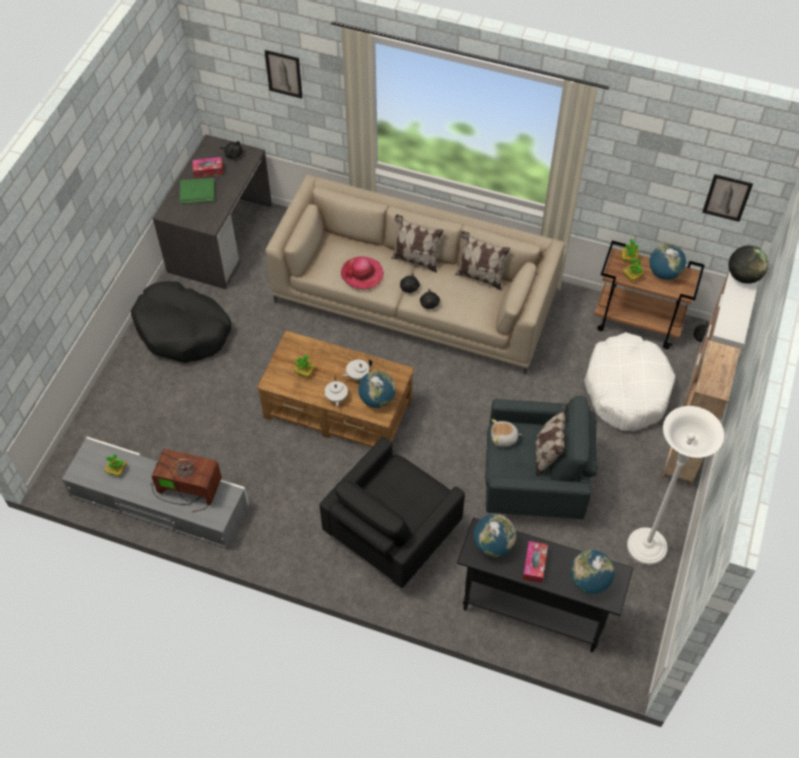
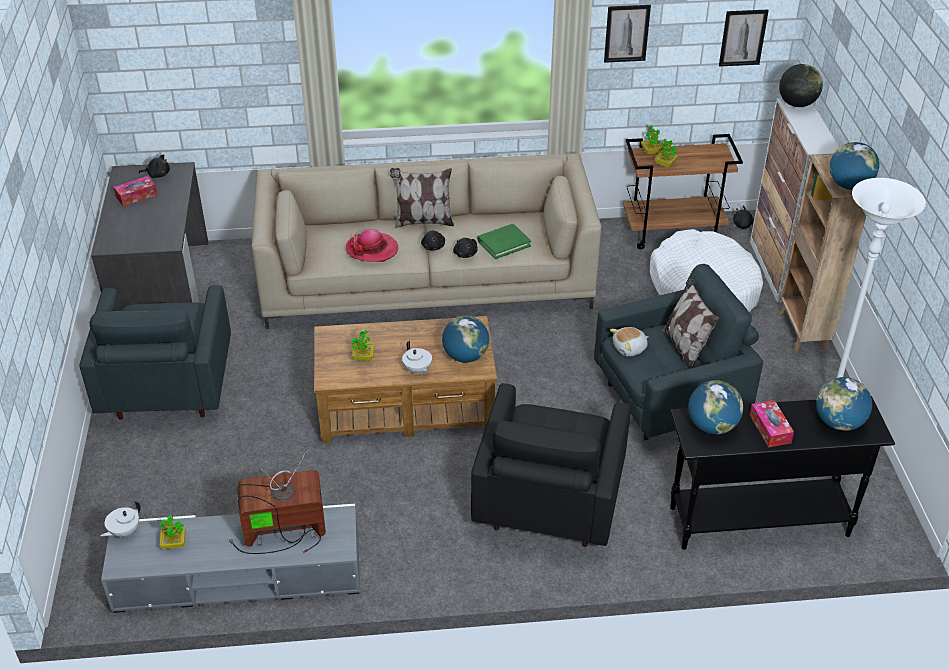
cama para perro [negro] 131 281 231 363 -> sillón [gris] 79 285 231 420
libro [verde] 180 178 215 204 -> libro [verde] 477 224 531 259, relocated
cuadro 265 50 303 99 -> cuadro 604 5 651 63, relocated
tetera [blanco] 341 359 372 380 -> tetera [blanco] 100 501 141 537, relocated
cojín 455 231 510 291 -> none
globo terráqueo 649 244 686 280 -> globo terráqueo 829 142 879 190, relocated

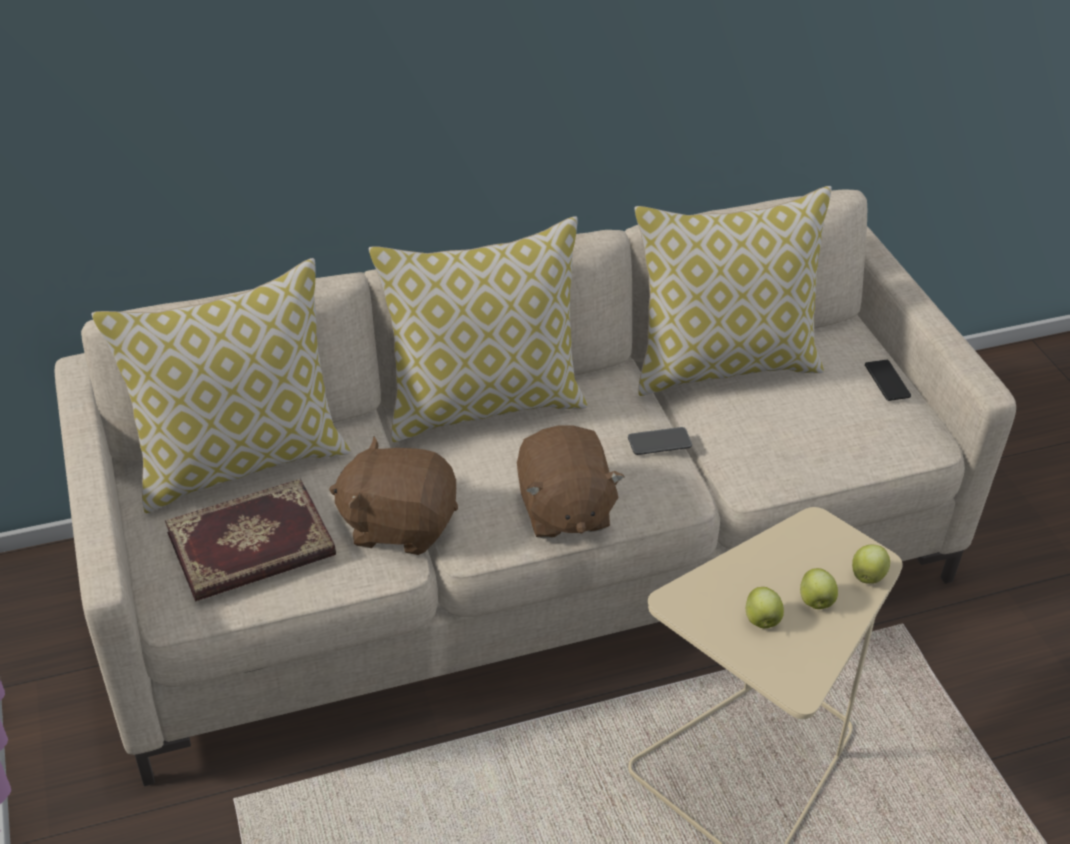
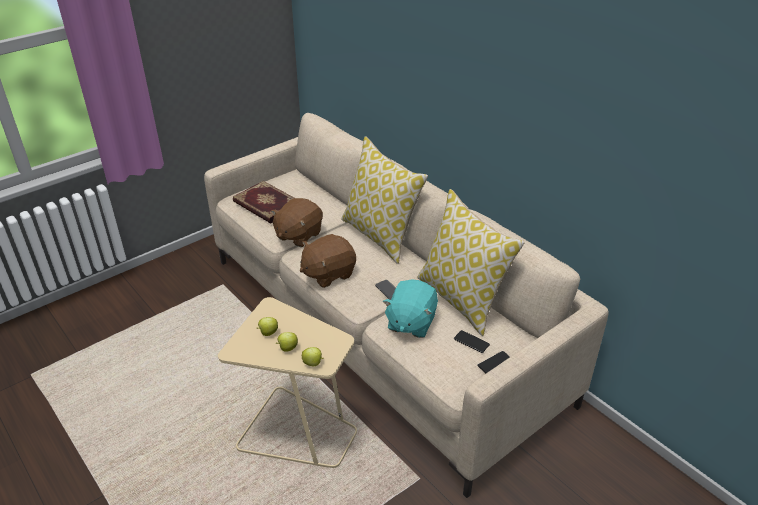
cojín 91 258 351 513 -> none
peluche [marrón] 329 437 458 555 -> peluche [marrón] 271 198 323 247, 135 degrees counterclockwise
none -> peluche [turquesa] 383 279 438 338
none -> móvil 454 330 490 353

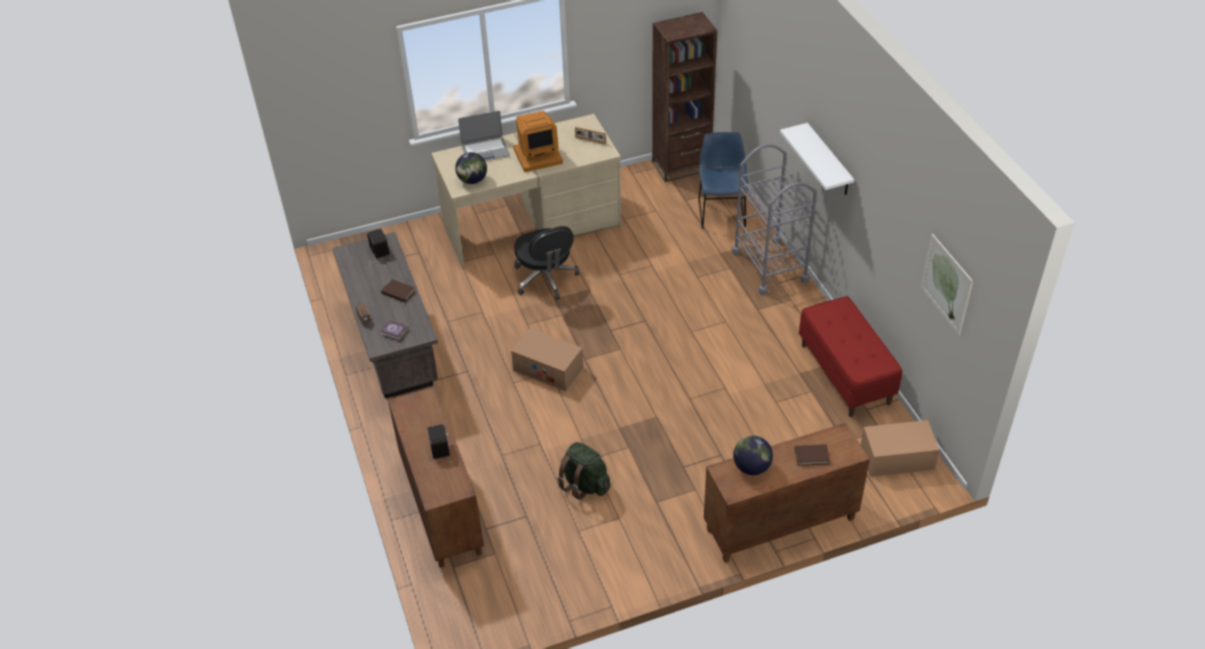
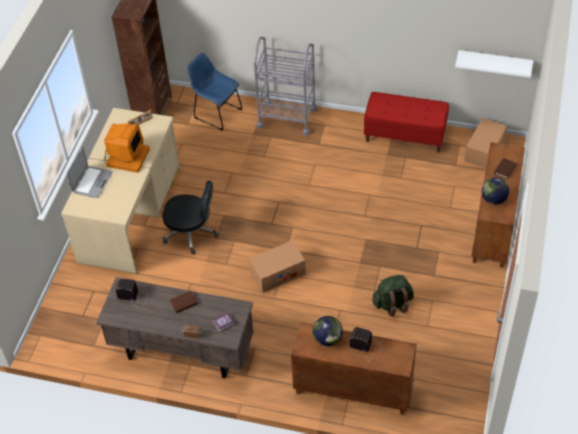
globo terráqueo 455 152 487 184 -> globo terráqueo 313 316 343 346, relocated
estante [blanco] 780 123 854 195 -> estante [blanco] 455 50 533 78, relocated
cuadro 920 234 973 336 -> none

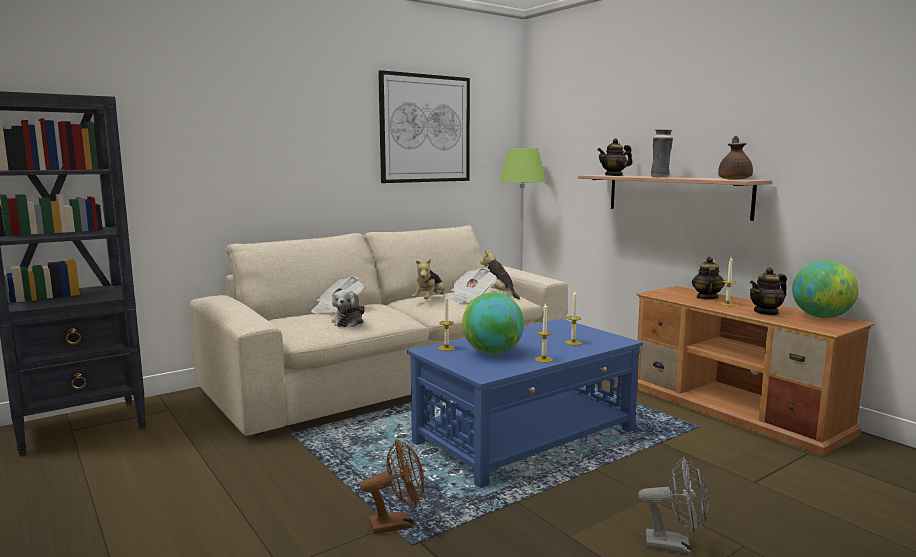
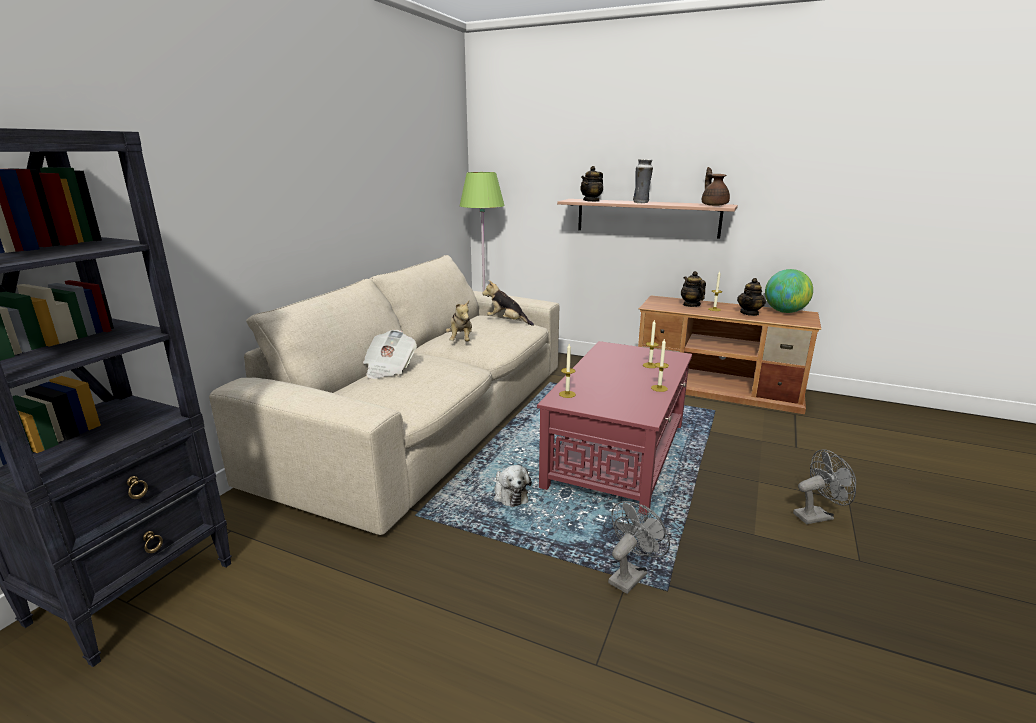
peluche 332 290 365 327 -> peluche 494 465 532 507, relocated
ventilador [marrón] 360 439 424 534 -> ventilador [gris] 608 501 670 594
cuadro 378 70 470 183 -> none
mesa de centro [azul] 407 319 643 488 -> mesa de centro [rojo] 537 341 692 515
periódico 449 268 497 302 -> none
globo terráqueo 462 292 524 354 -> none

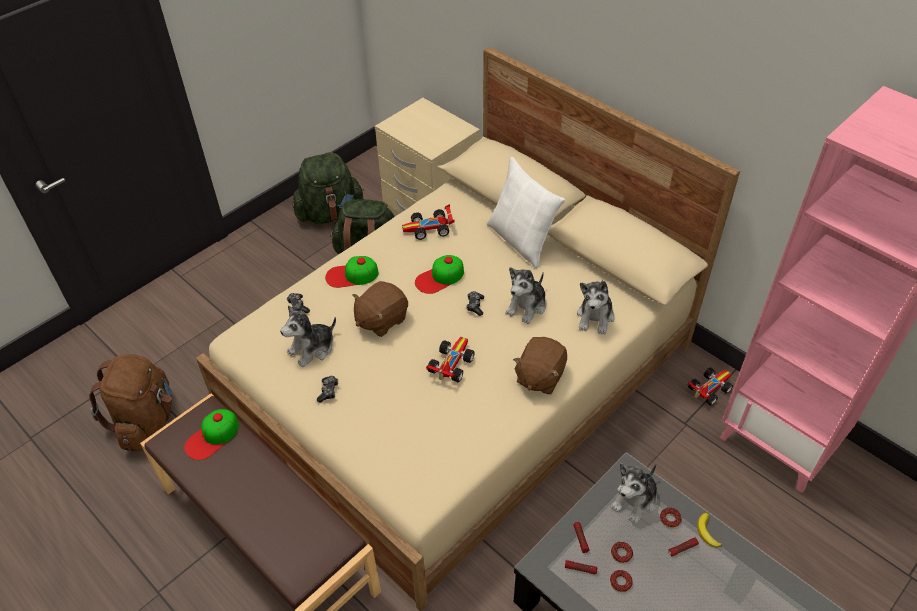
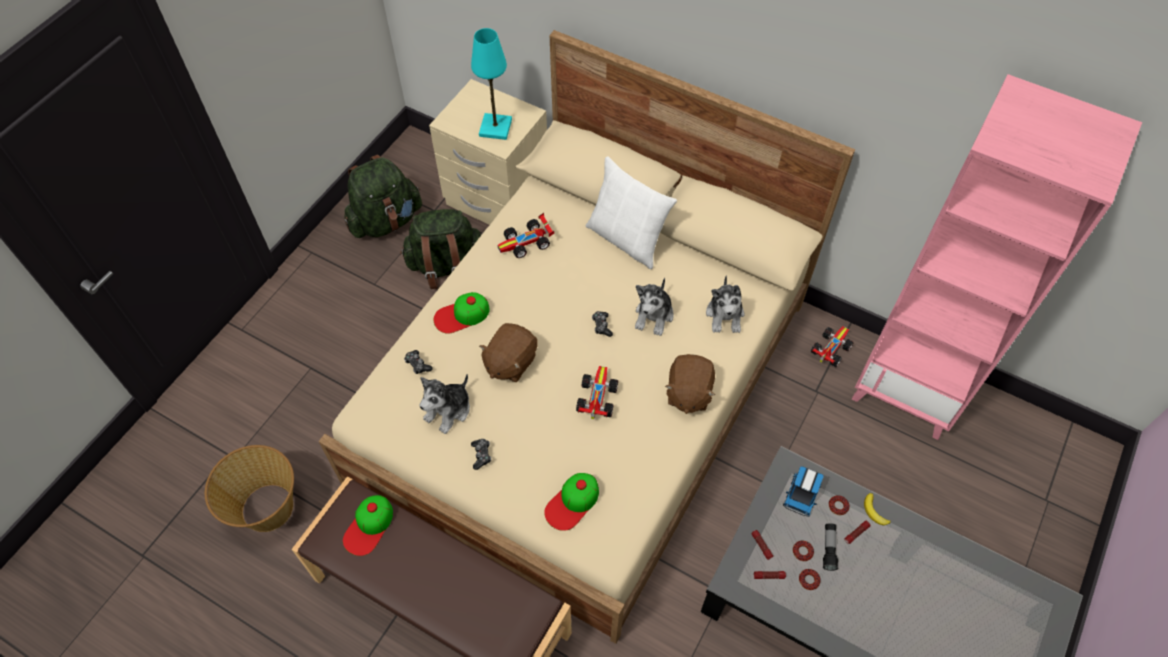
mochila [marrón] 89 354 172 451 -> cesta 205 445 294 532
gorra 415 255 464 294 -> gorra 544 473 599 531, relocated
peluche 611 463 657 524 -> camión de juguete 783 466 824 516
none -> lámpara de mesa [turquesa] 471 28 512 140
none -> linterna 823 523 838 571

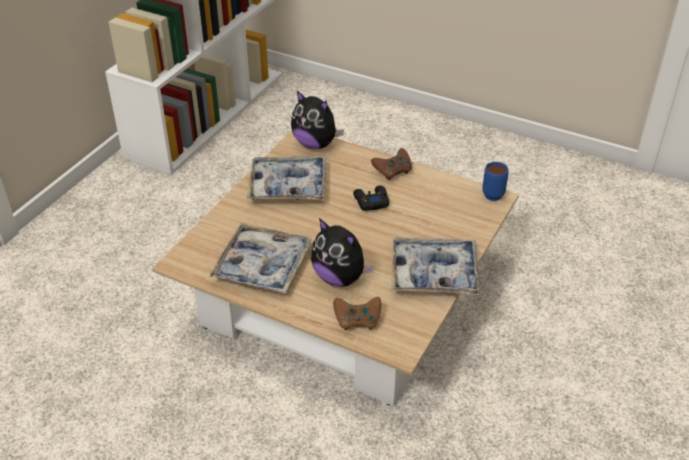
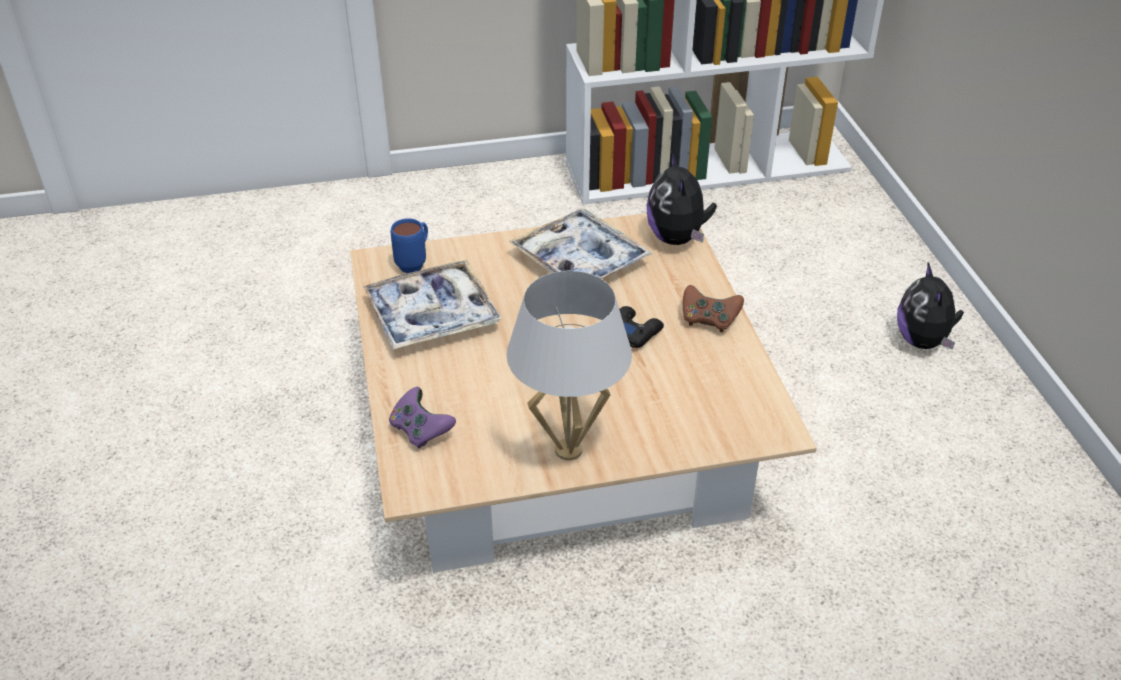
peluche 311 218 374 287 -> peluche 897 263 964 350, relocated
mando de consola [marrón] 333 297 381 330 -> mando de consola [morado] 389 387 456 449
bandeja 391 237 479 295 -> lámpara de mesa [blanco] 507 271 632 460
taza grande [azul] 482 162 509 201 -> taza grande [azul] 391 218 428 273, relocated

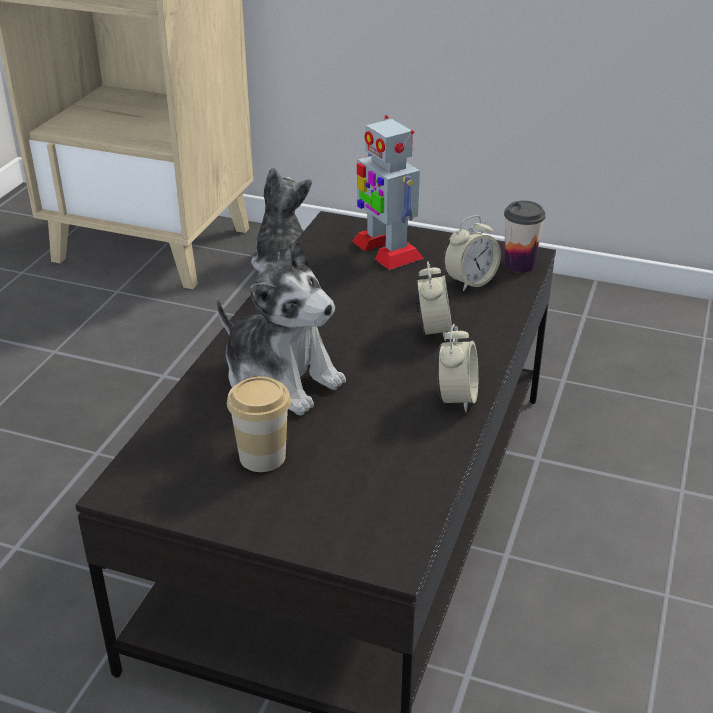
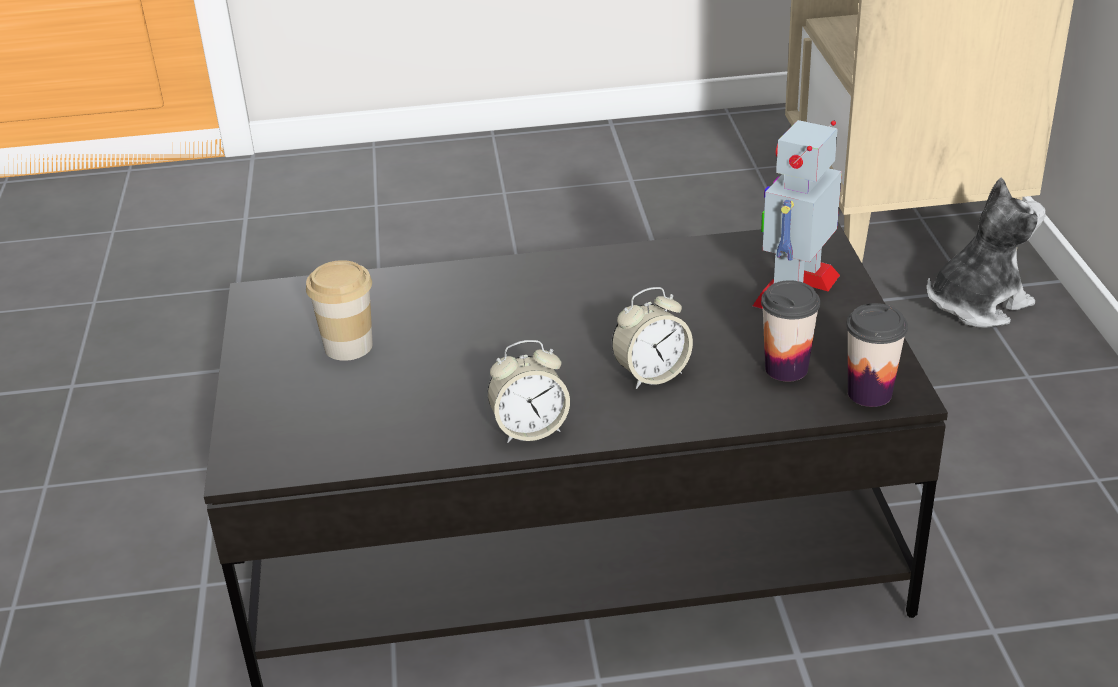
peluche 216 240 346 416 -> none
despertador 444 215 501 292 -> taza 761 280 820 382

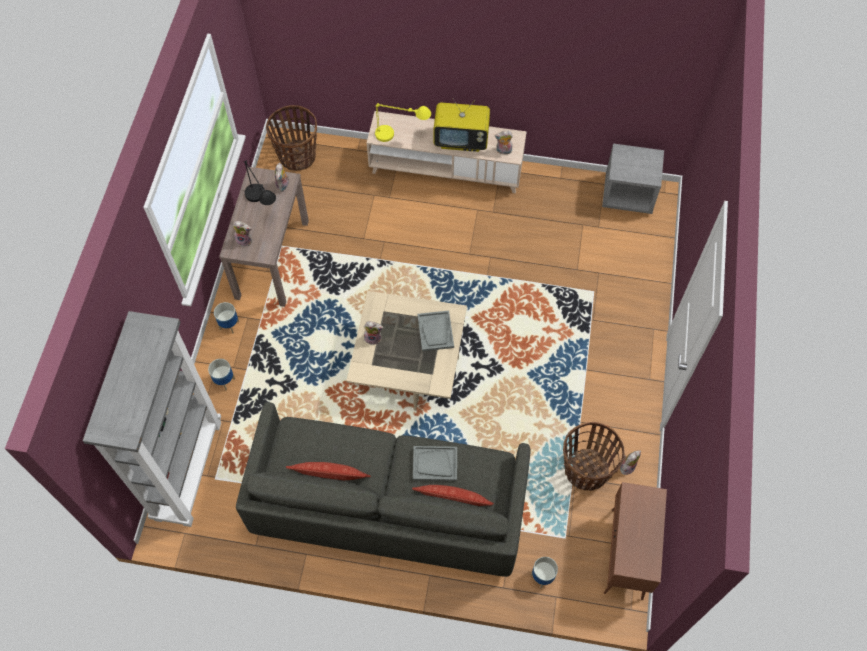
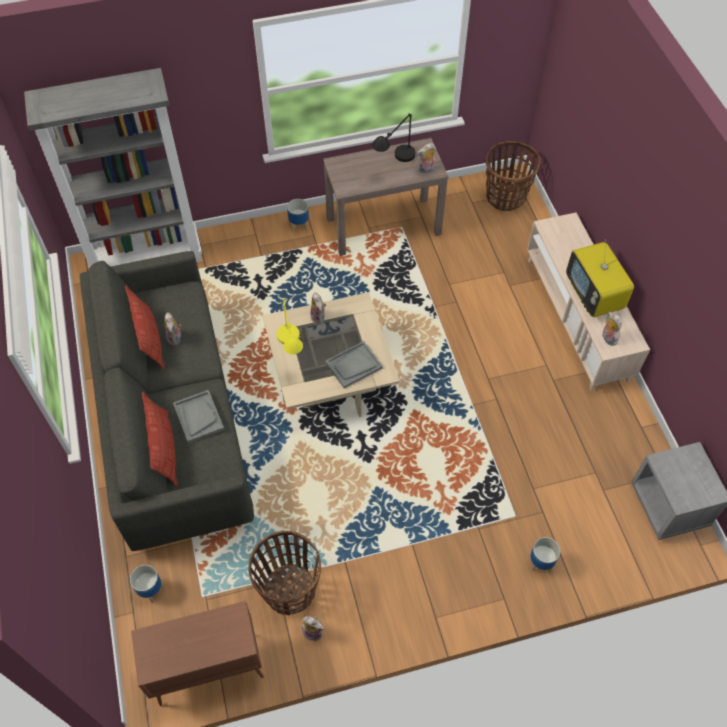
maceta 208 359 235 391 -> maceta 530 537 560 573, relocated
peluche 233 221 252 247 -> peluche 164 312 181 345, relocated
lámpara de mesa [amarillo] 375 103 431 142 -> lámpara de mesa [amarillo] 277 298 303 354, relocated

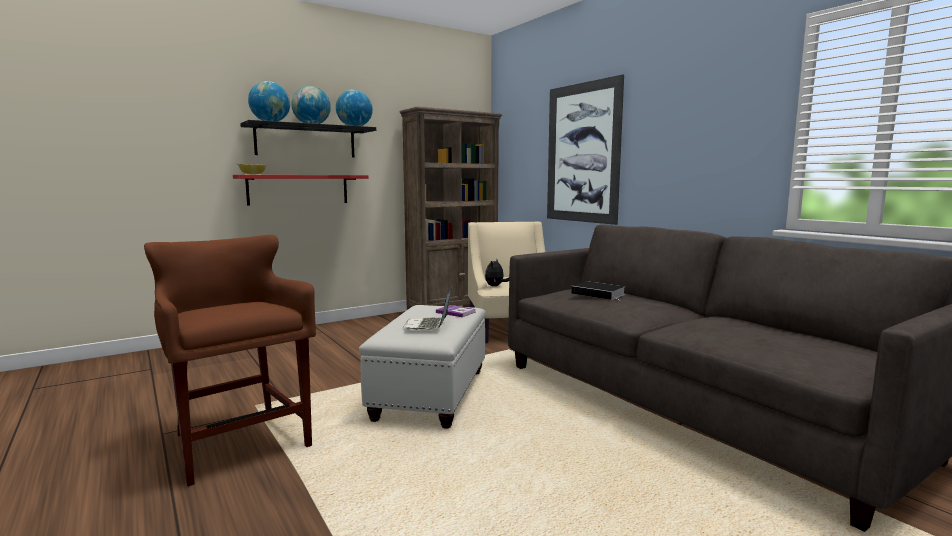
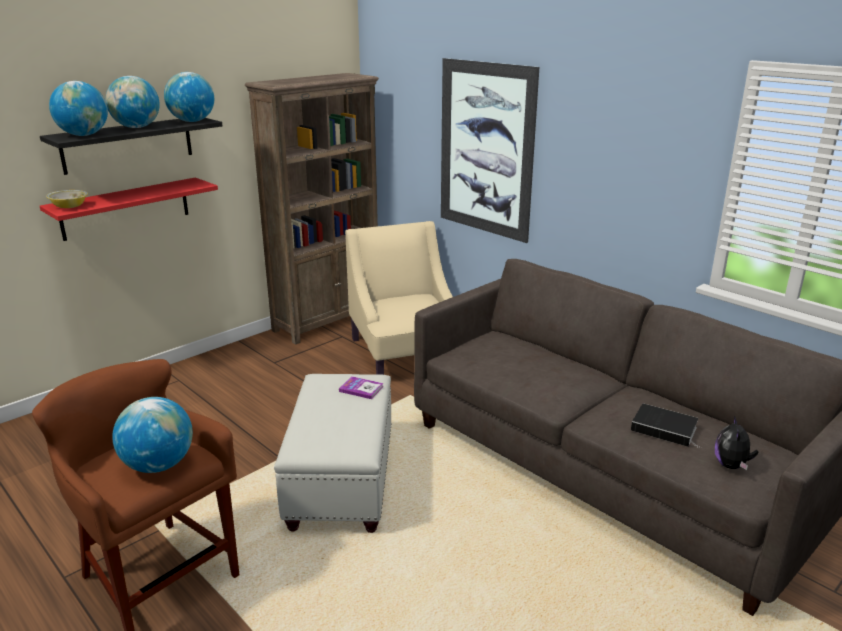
portátil 404 288 452 330 -> none
peluche 485 260 509 286 -> peluche 715 415 759 470, relocated
libro 571 281 625 300 -> libro 631 404 701 449, relocated
none -> globo terráqueo 112 397 193 473

